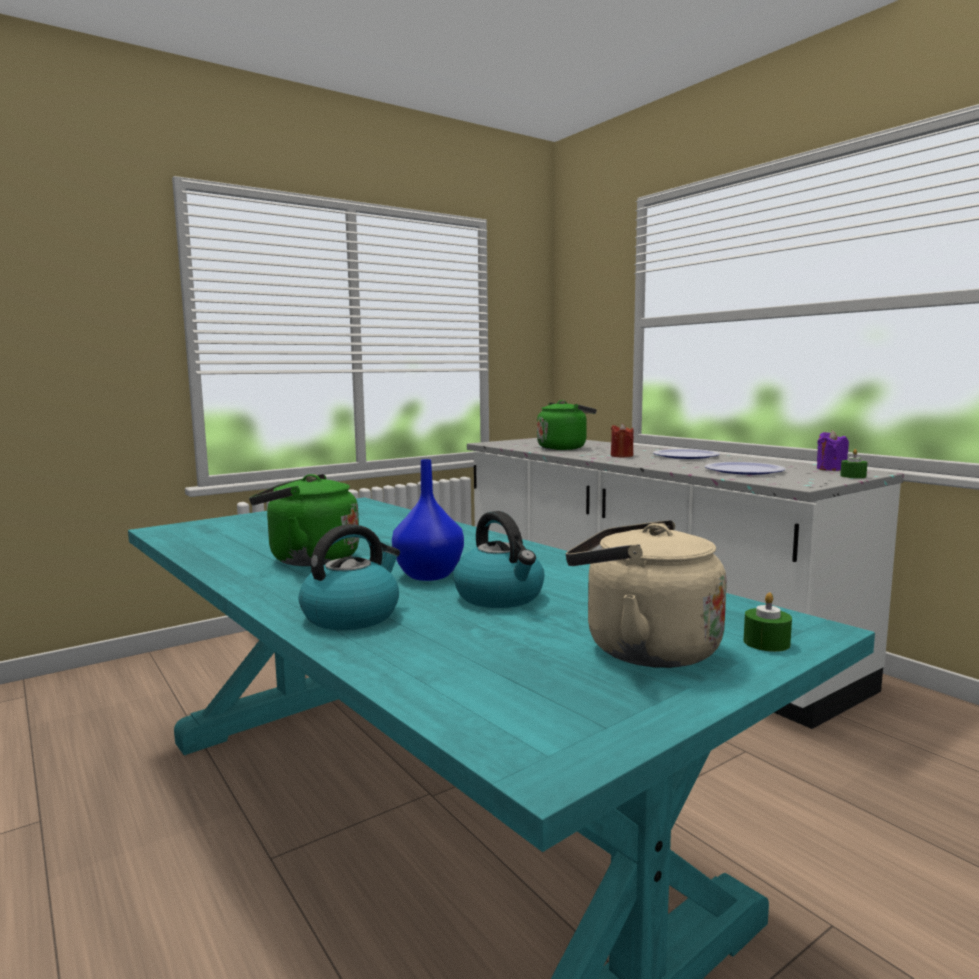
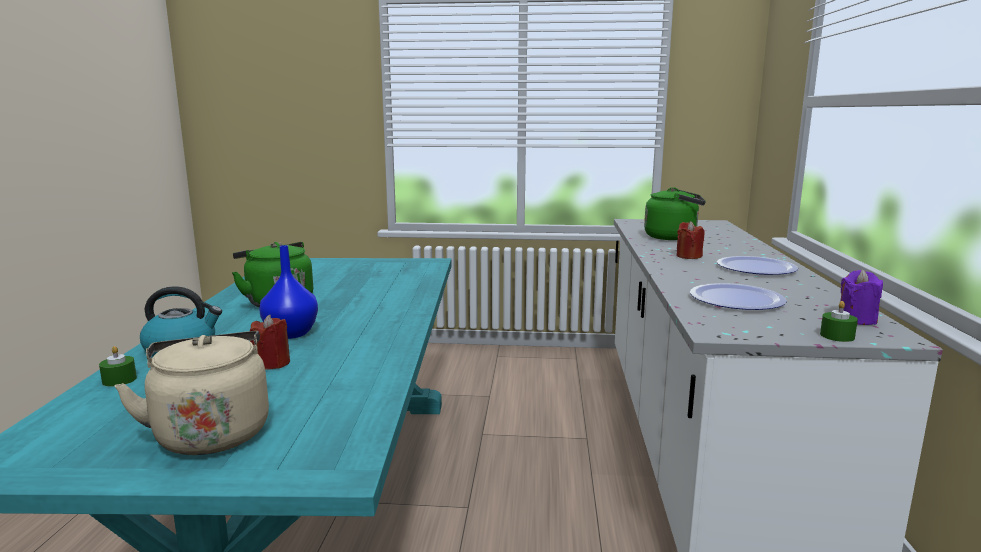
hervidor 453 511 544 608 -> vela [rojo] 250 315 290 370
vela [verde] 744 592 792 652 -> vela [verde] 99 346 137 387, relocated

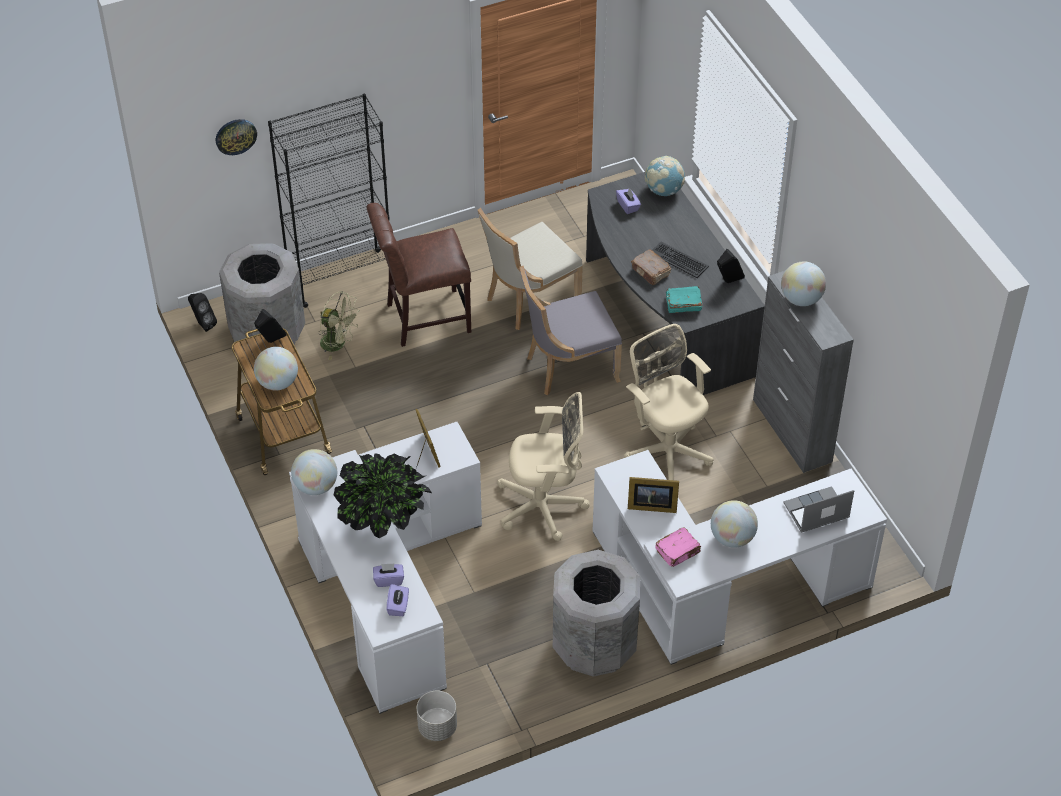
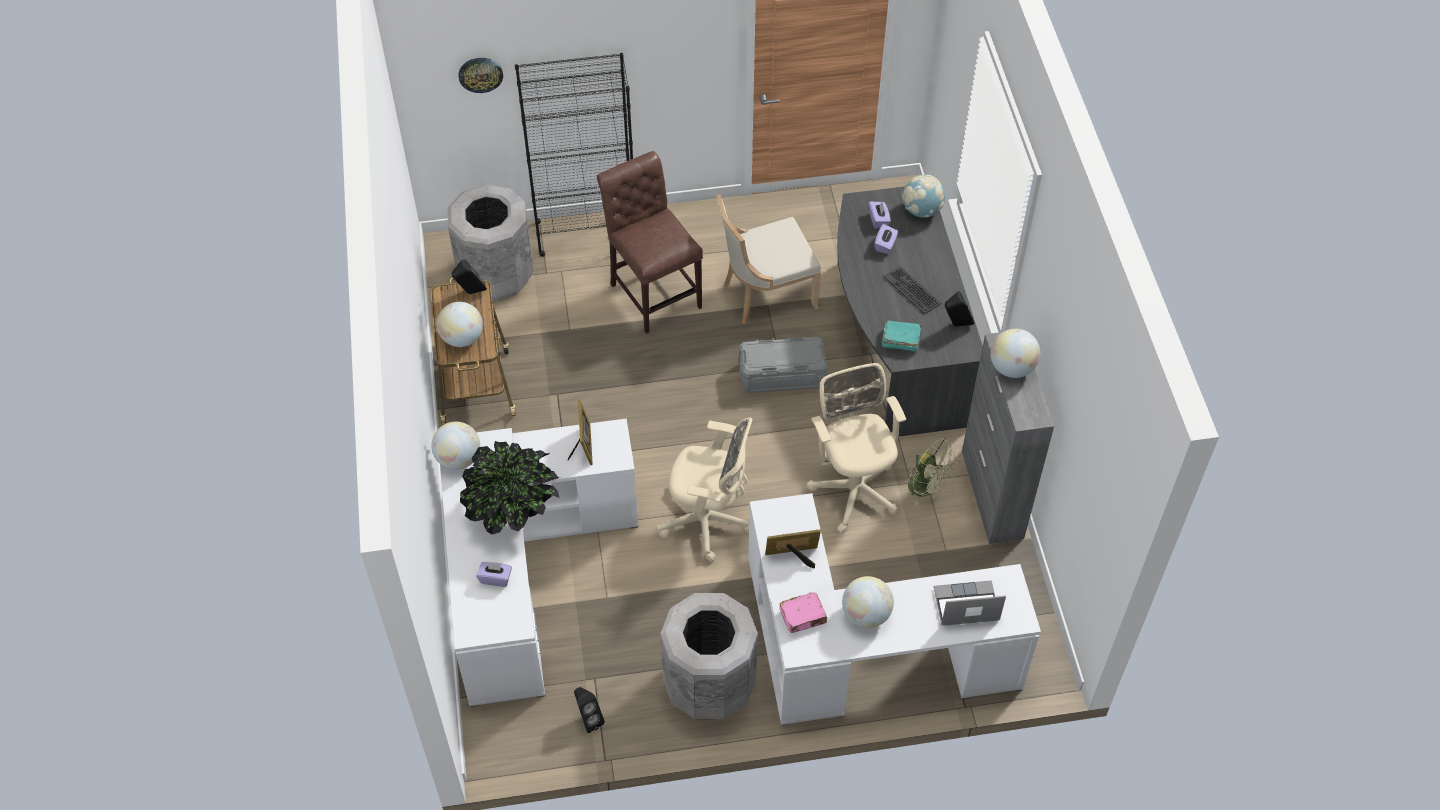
altavoz [negro] 188 293 217 332 -> altavoz [negro] 574 687 605 733, relocated
ventilador [verde] 318 291 360 360 -> ventilador [verde] 908 437 960 507, relocated
silla [marrón] 367 203 471 347 -> silla [marrón] 597 151 703 334, 60 degrees clockwise
caja de pañuelos [morado] 386 584 409 616 -> caja de pañuelos [morado] 874 224 898 254, relocated
maceta [gris] 417 691 457 741 -> none
silla [gris] 520 266 622 396 -> caja de almacenaje [gris] 739 336 827 393
portarretratos 628 477 679 513 -> portarretratos 765 529 821 569, 150 degrees clockwise
libro [marrón] 631 250 671 285 -> none

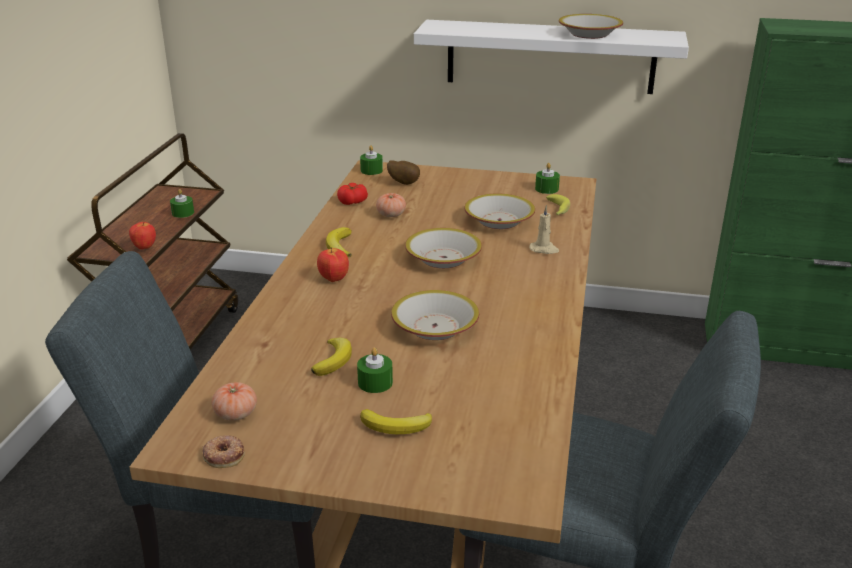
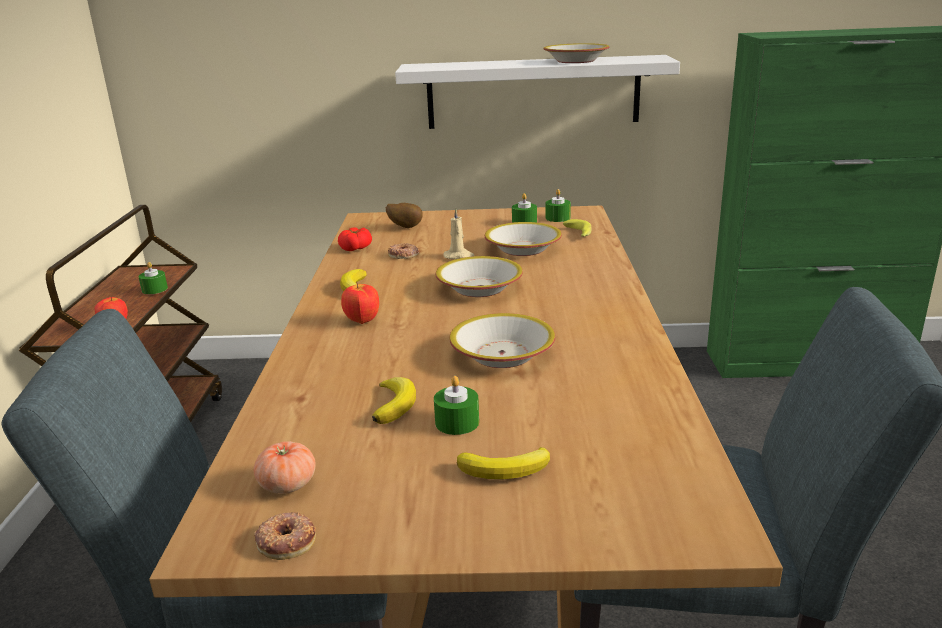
vela [verde] 360 145 383 175 -> vela [verde] 512 193 537 223, relocated
tomate 376 193 406 217 -> rosquilla 388 243 419 259
vela [beis] 529 205 559 254 -> vela [beis] 443 208 475 259, relocated

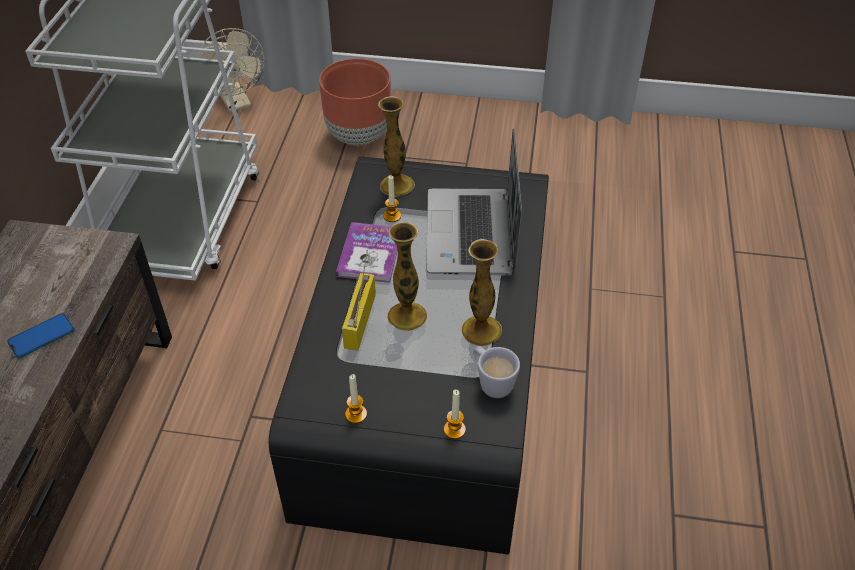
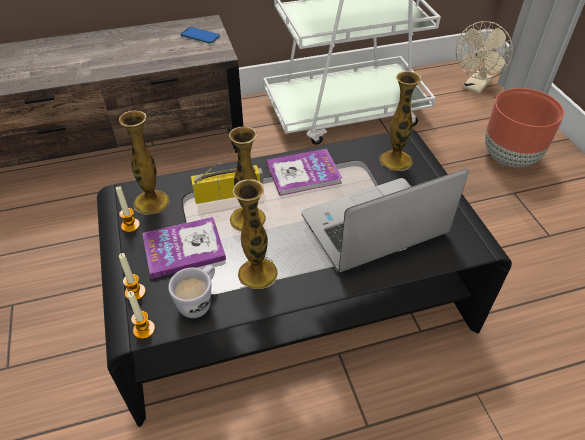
móvil 7 313 75 358 -> móvil 181 27 220 44, relocated
vela 383 175 401 222 -> vela 127 291 155 339, relocated
none -> florero 119 111 169 215
none -> libro 142 217 226 279

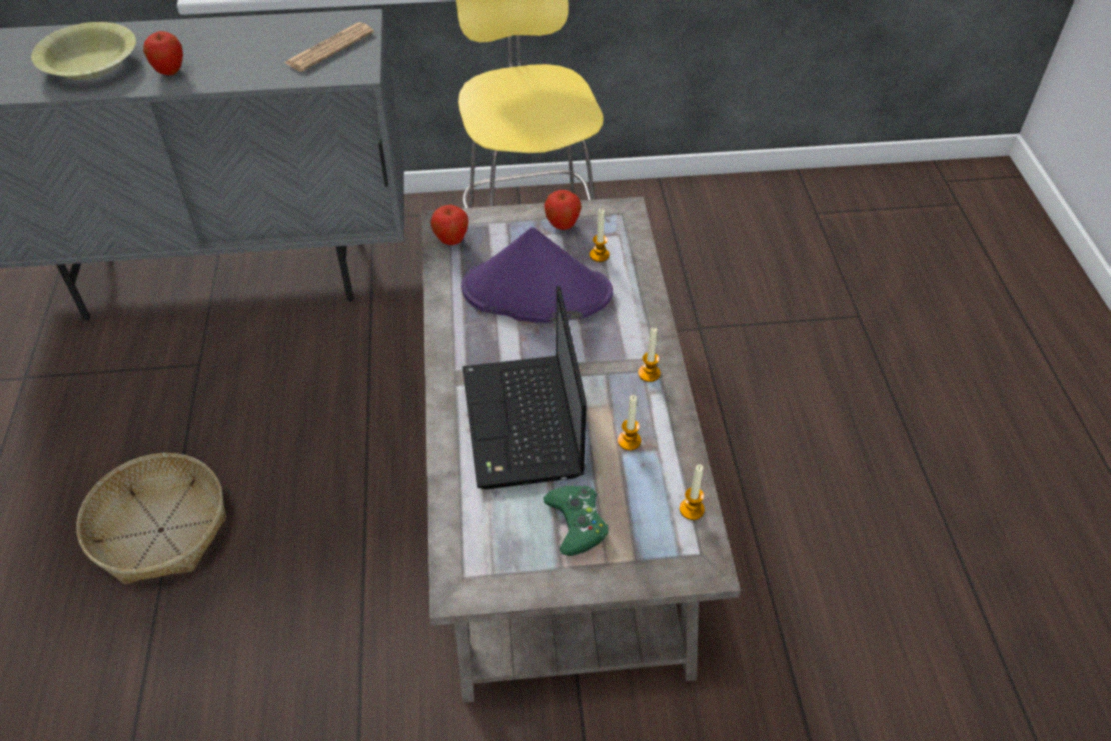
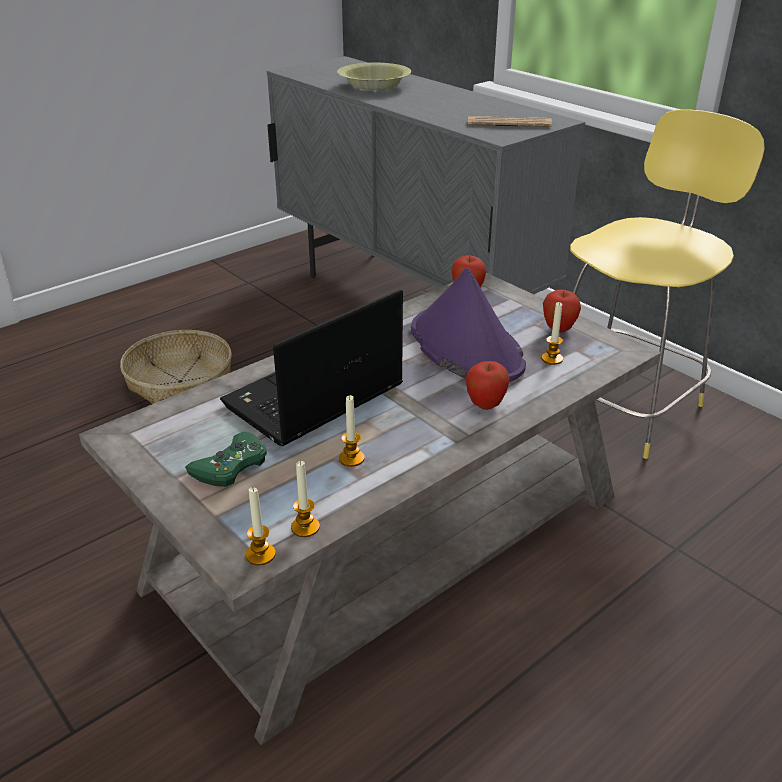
manzana 143 31 183 75 -> manzana 466 361 509 410, relocated
vela 638 328 661 382 -> vela 246 487 276 565, relocated

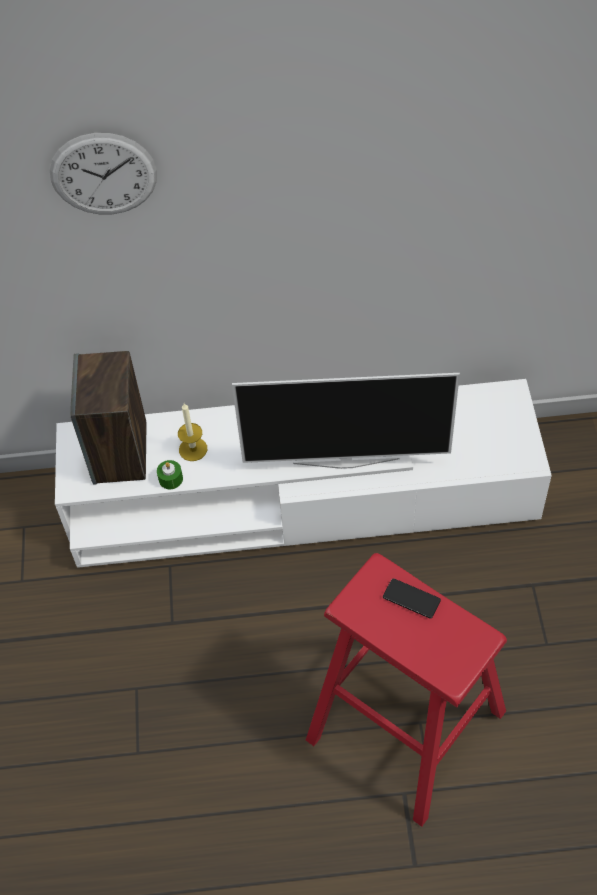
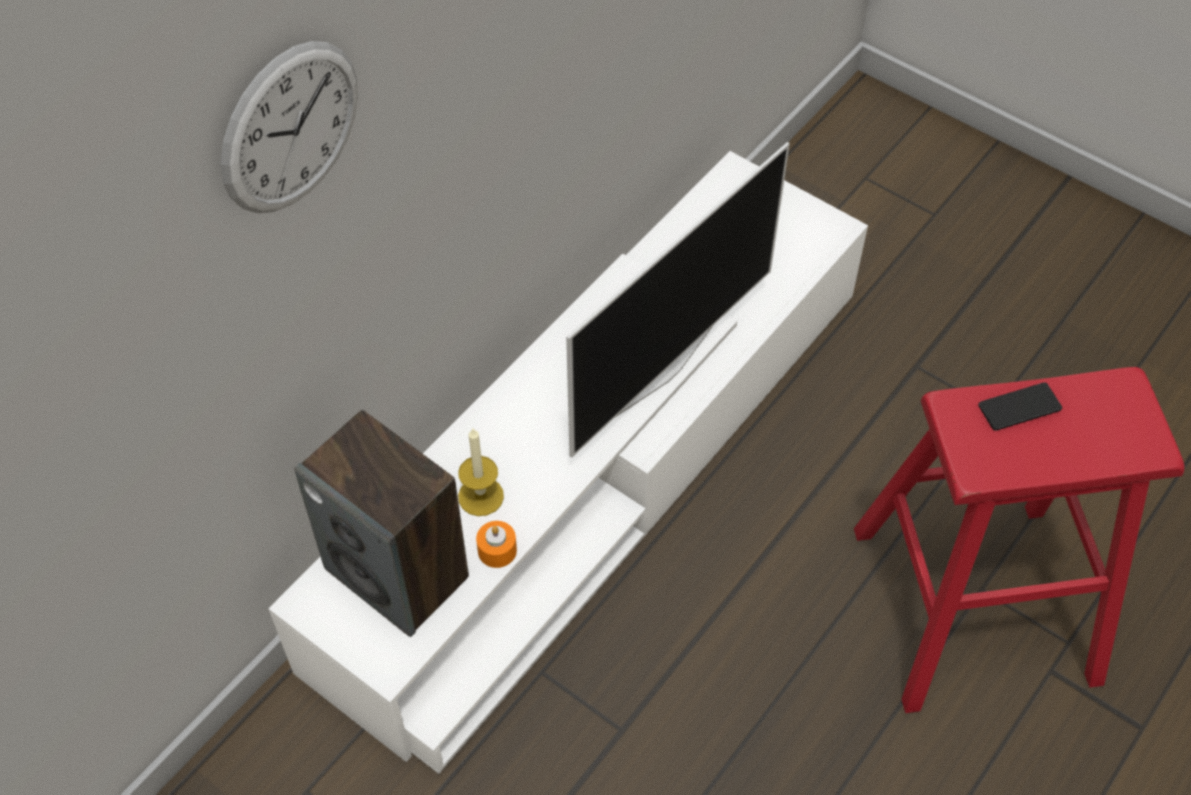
vela [verde] 157 460 183 489 -> vela [naranja] 476 521 517 568

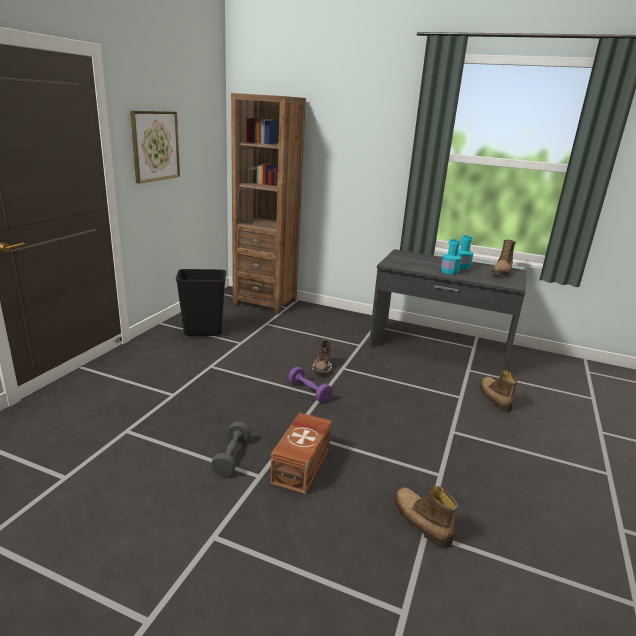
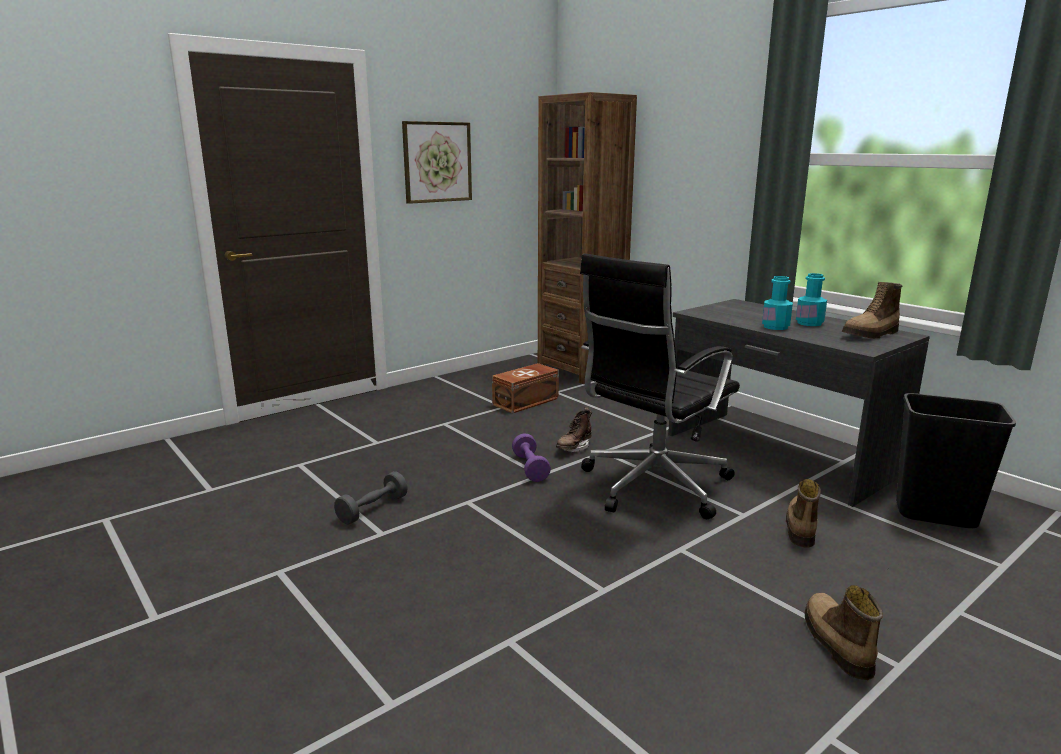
papelera [negro] 176 269 226 336 -> papelera [negro] 896 393 1016 528, relocated
caja de almacenaje [marrón] 270 413 332 494 -> caja de almacenaje [marrón] 492 363 559 413, relocated
bota 394 486 458 548 -> bota 805 585 883 680, relocated
none -> silla de oficina [negro] 580 253 740 519

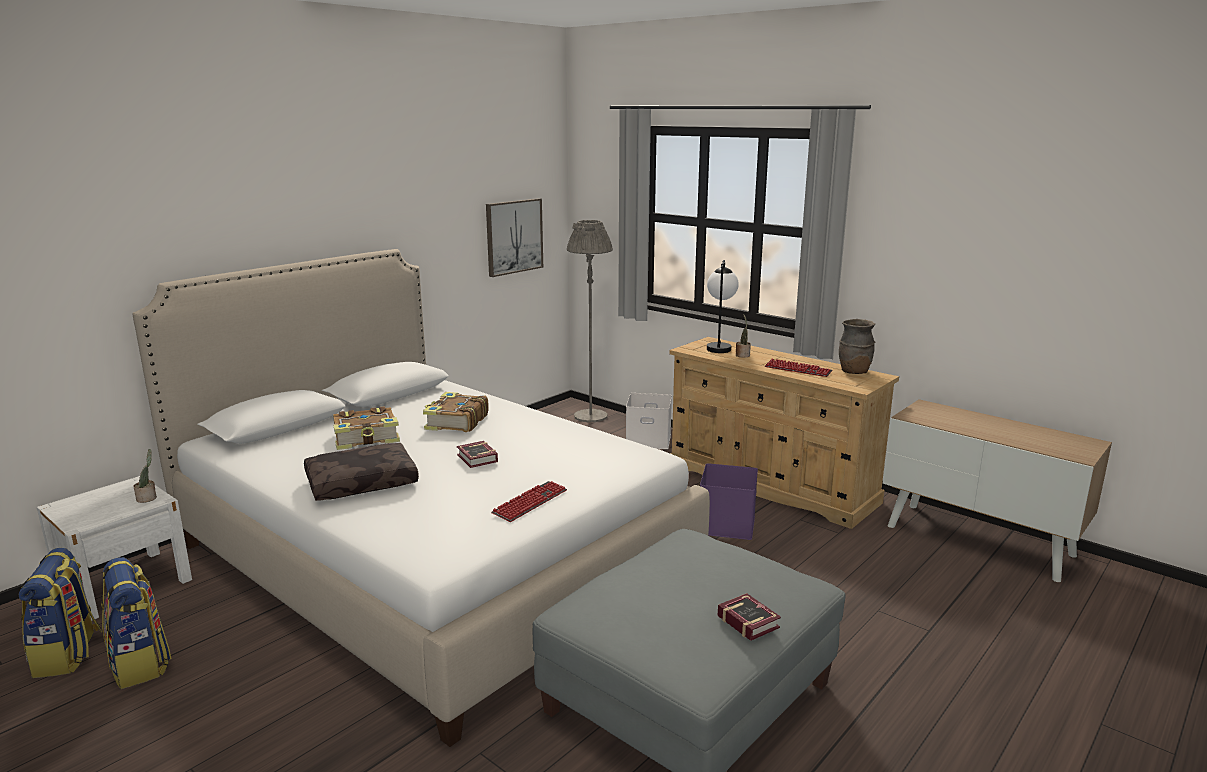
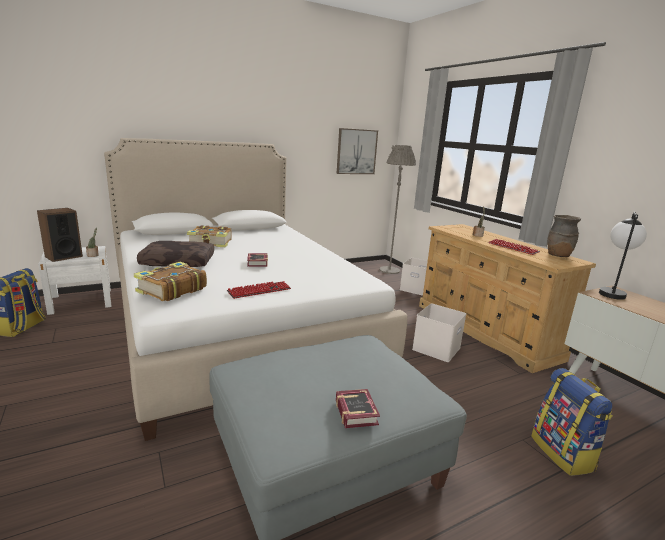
mochila 101 557 171 689 -> mochila 531 368 613 476, relocated
libro 423 392 489 432 -> libro 134 262 207 301, relocated
caja de almacenaje [morado] 700 463 758 540 -> caja de almacenaje [blanco] 412 303 466 362
lámpara de mesa 707 260 739 353 -> lámpara de mesa 599 212 647 300, relocated
none -> altavoz 37 208 83 262

